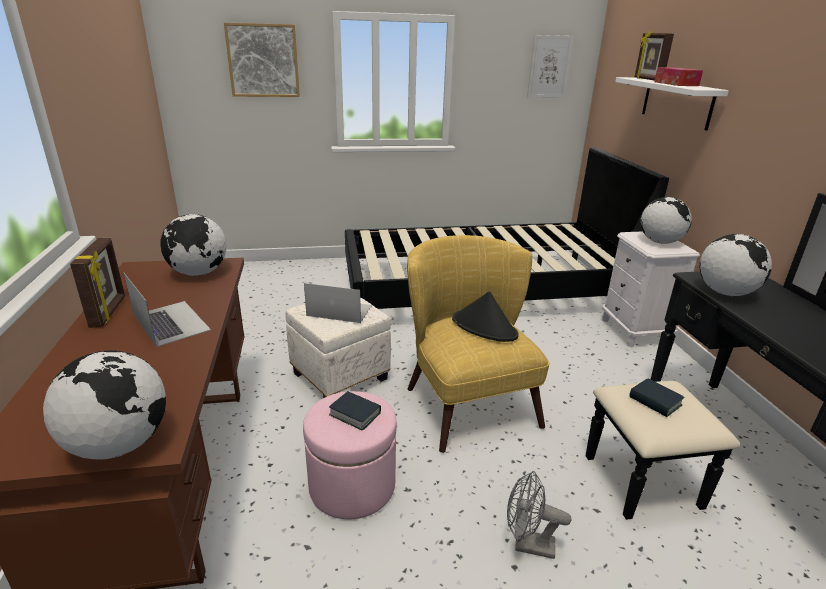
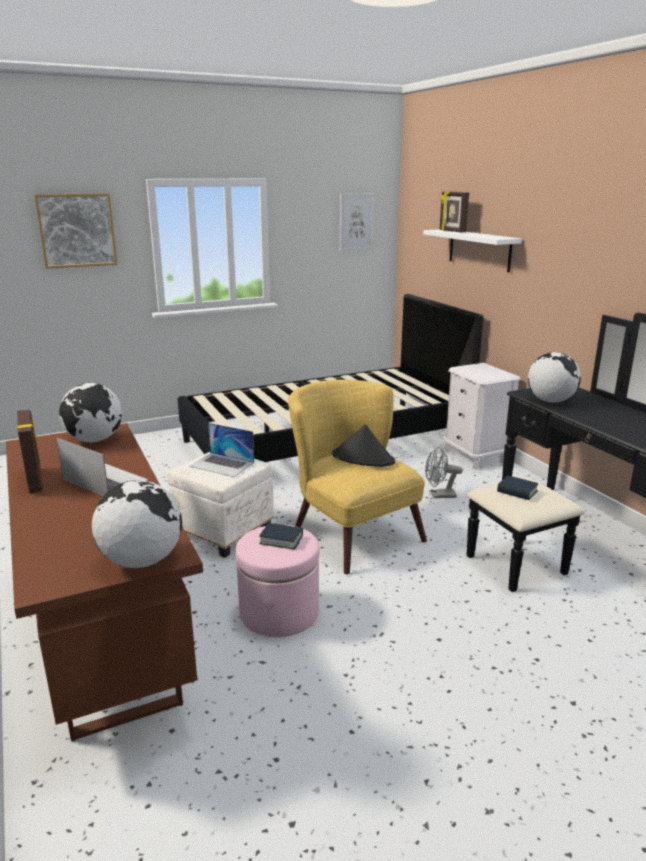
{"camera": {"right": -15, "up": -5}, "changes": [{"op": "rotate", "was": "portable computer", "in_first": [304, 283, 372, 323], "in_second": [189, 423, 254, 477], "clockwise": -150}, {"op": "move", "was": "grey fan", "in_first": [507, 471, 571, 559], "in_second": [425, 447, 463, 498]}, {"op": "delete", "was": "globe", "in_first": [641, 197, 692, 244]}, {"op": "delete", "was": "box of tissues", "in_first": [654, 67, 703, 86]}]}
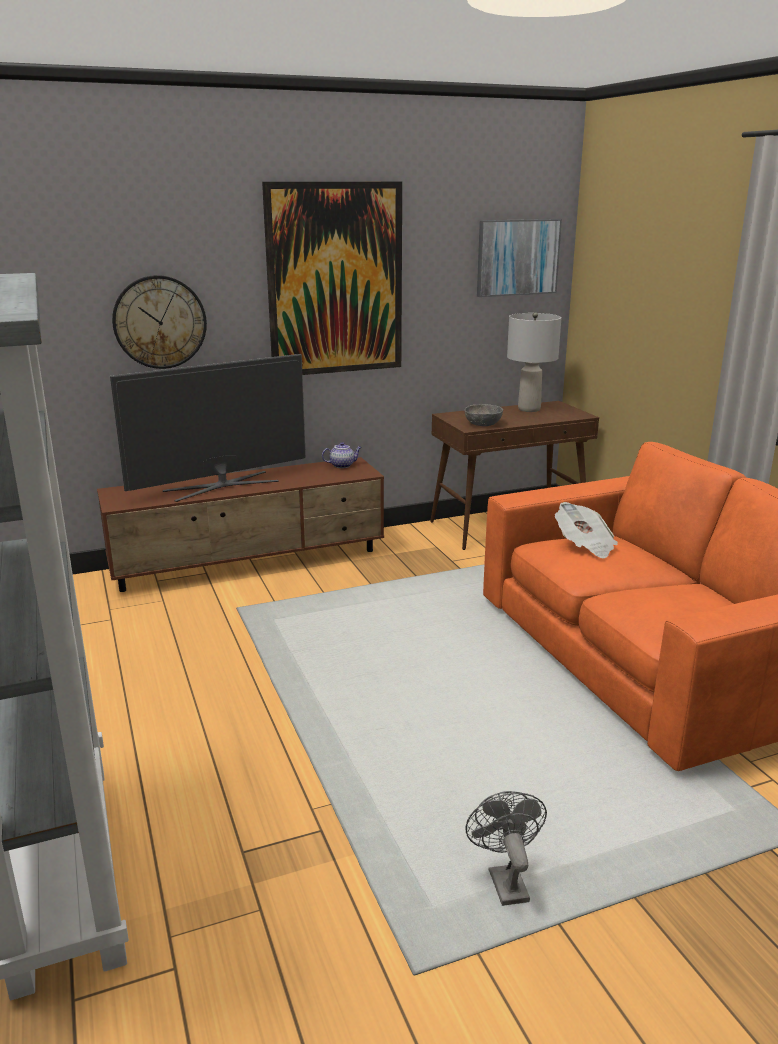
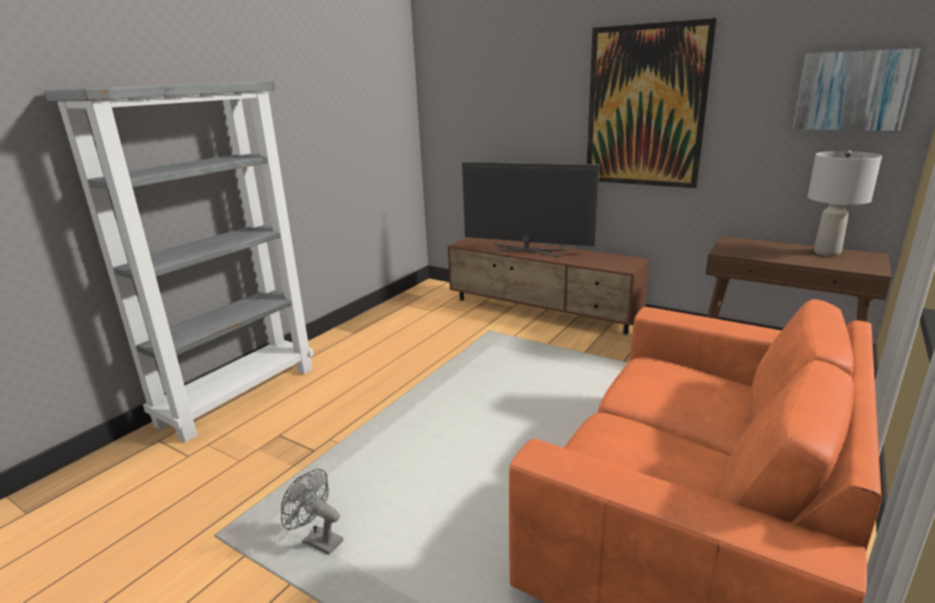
{"camera": {"right": 55, "up": 0}, "changes": [{"op": "rotate", "was": "grey fan", "in_first": [466, 791, 547, 906], "in_second": [281, 469, 343, 555], "clockwise": -105}, {"op": "delete", "was": "clock on the wall", "in_first": [112, 275, 207, 369]}, {"op": "delete", "was": "teapot", "in_first": [322, 442, 362, 468]}, {"op": "delete", "was": "grey bowl", "in_first": [464, 404, 503, 426]}, {"op": "delete", "was": "printed paper", "in_first": [555, 502, 618, 559]}]}
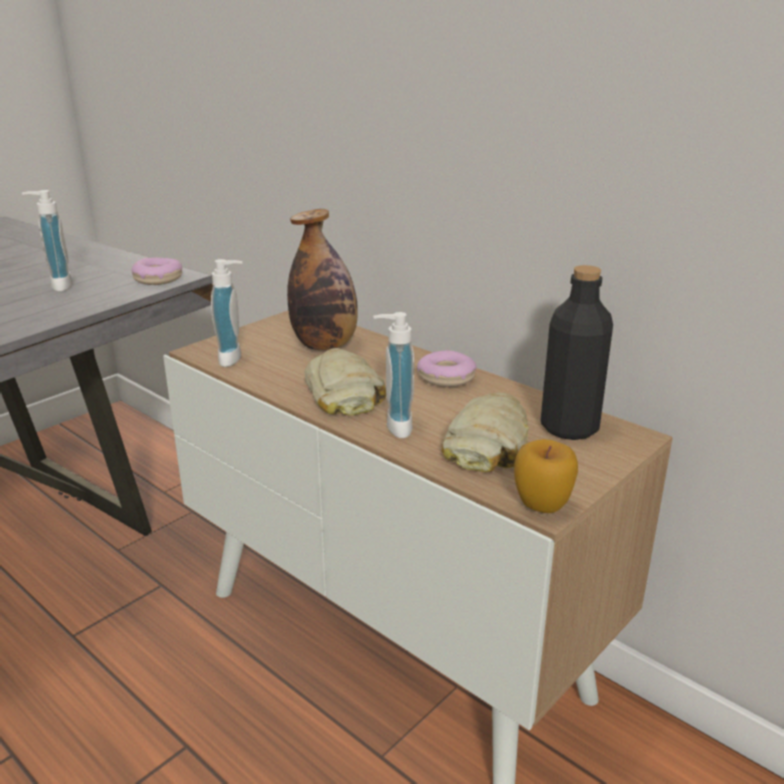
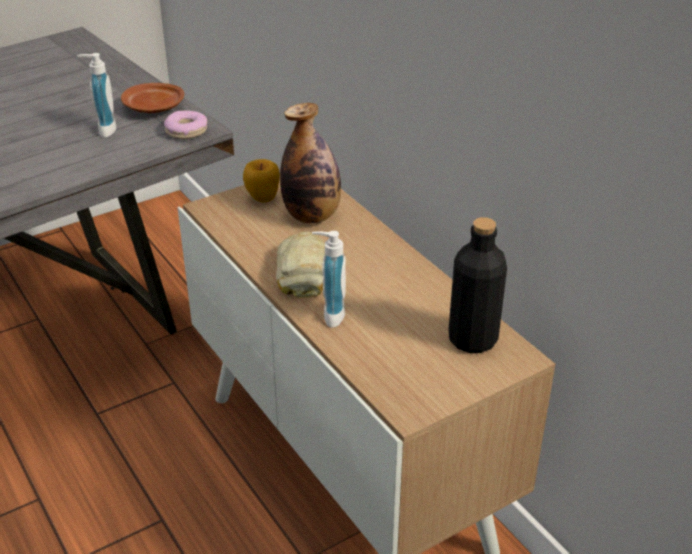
{"camera": {"right": 15, "up": 10}, "changes": [{"op": "insert", "now": "brownish dinner plate", "in_second": [121, 83, 184, 113]}, {"op": "move", "was": "apple", "in_first": [514, 439, 578, 513], "in_second": [243, 159, 280, 203]}, {"op": "delete", "was": "liquid soap bottle", "in_first": [211, 259, 243, 367]}, {"op": "delete", "was": "ring doughnut", "in_first": [417, 351, 476, 387]}, {"op": "delete", "was": "bakery bread", "in_first": [442, 392, 529, 472]}]}
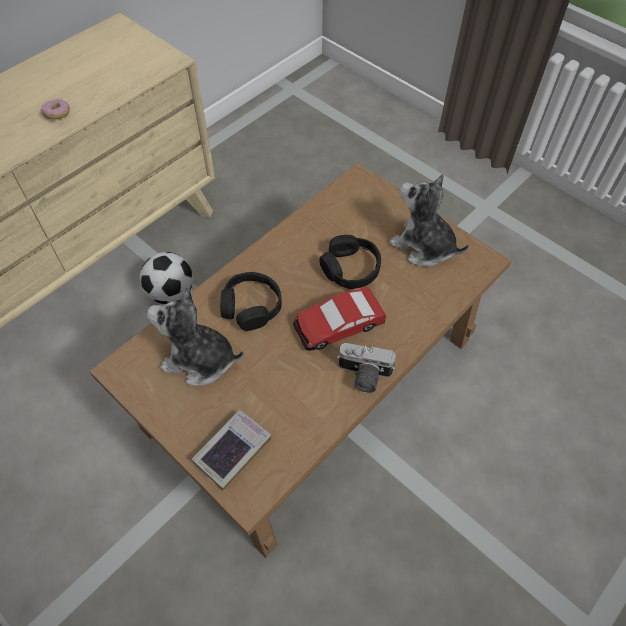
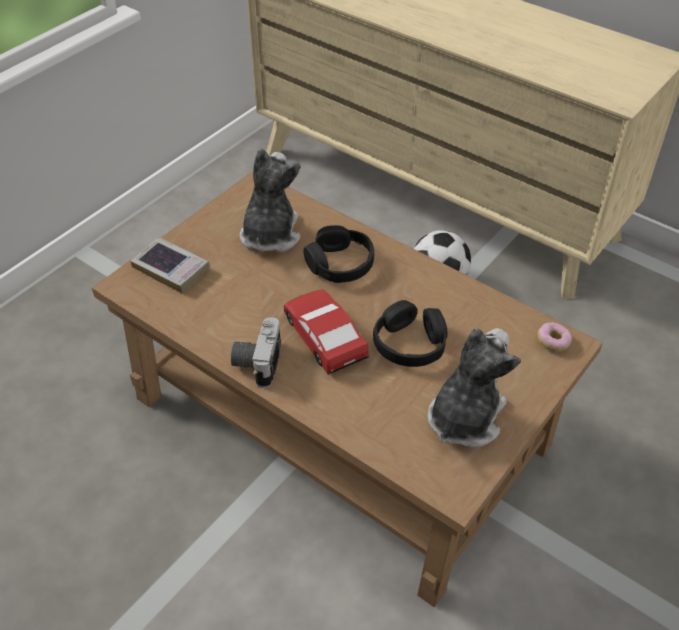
{"camera": {"right": 85, "up": -10}, "changes": [{"op": "move", "was": "ring doughnut", "in_first": [41, 99, 70, 120], "in_second": [538, 322, 572, 352]}]}
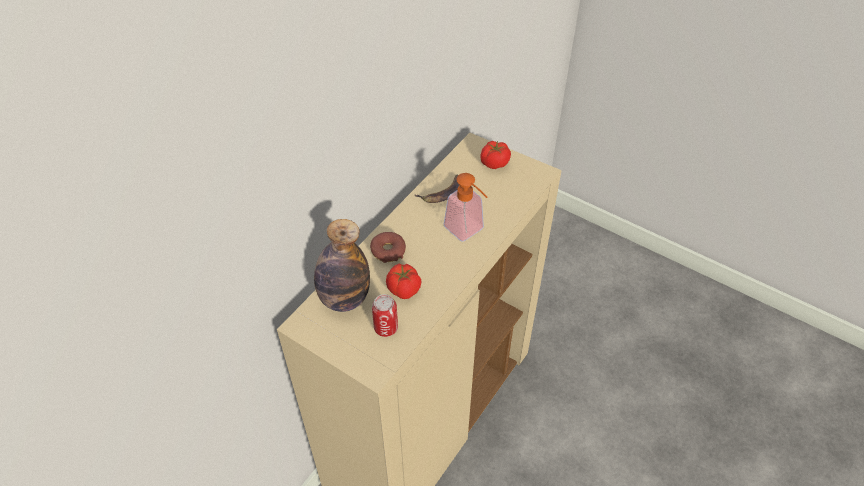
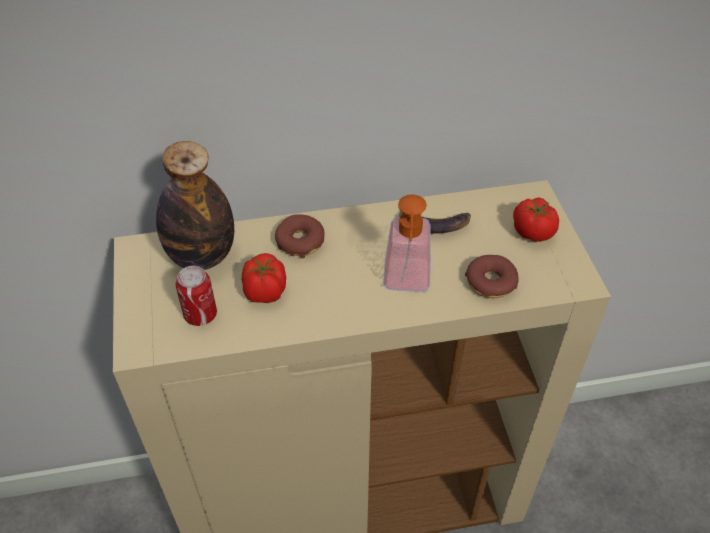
{"camera": {"right": 45, "up": 0}, "changes": [{"op": "insert", "now": "ring doughnut", "in_second": [465, 255, 519, 298]}]}
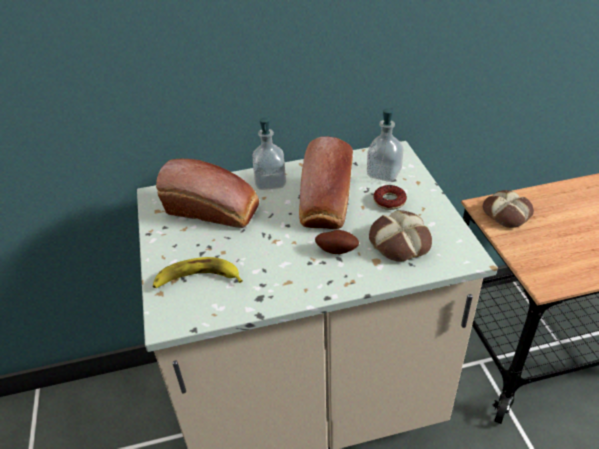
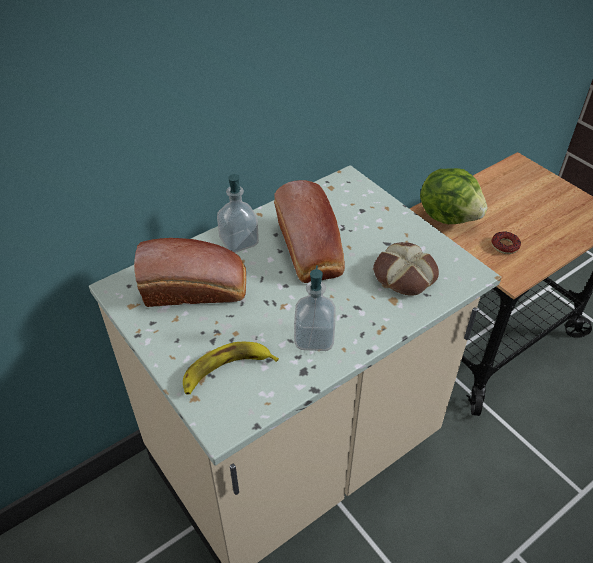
{"camera": {"right": -25, "up": 5}, "changes": [{"op": "move", "was": "liquid soap bottle", "in_first": [367, 108, 404, 182], "in_second": [294, 265, 336, 351]}, {"op": "replace", "was": "bakery bread", "now": "head of lettuce", "in_first": [483, 190, 534, 228], "in_second": [420, 168, 488, 224]}, {"op": "move", "was": "ring doughnut", "in_first": [373, 185, 407, 210], "in_second": [491, 232, 521, 254]}, {"op": "delete", "was": "spud", "in_first": [315, 230, 359, 254]}]}
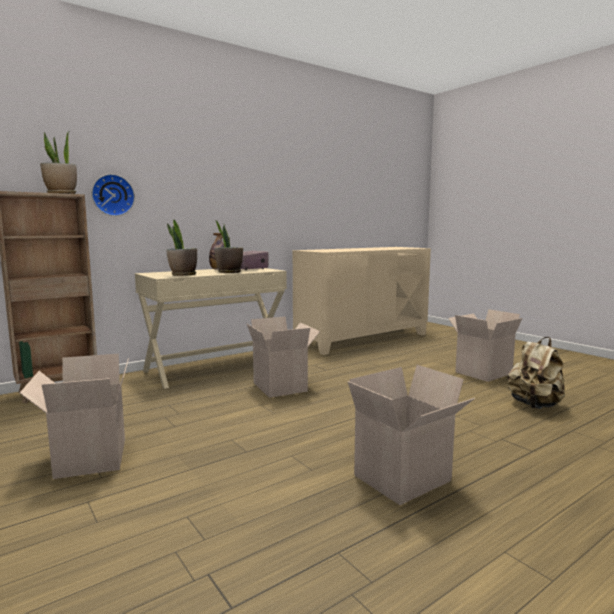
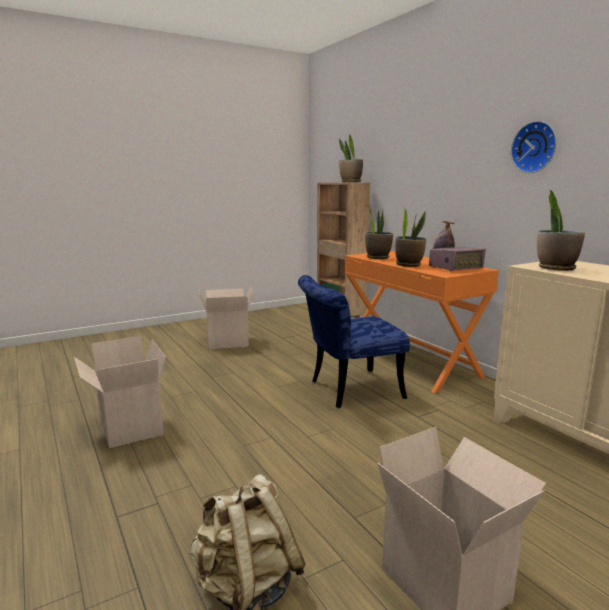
{"camera": {"right": 95, "up": 5}, "changes": [{"op": "replace", "was": "carton", "now": "blue-coloured chair", "in_first": [246, 316, 320, 398], "in_second": [298, 275, 410, 408]}, {"op": "recolor", "was": "sand-coloured desk", "now": "orange-coloured desk", "in_first": [135, 268, 287, 389], "in_second": [345, 251, 499, 393]}, {"op": "move", "was": "clock on the wall", "in_first": [92, 174, 135, 216], "in_second": [511, 121, 557, 173]}, {"op": "insert", "now": "houseplant", "in_second": [537, 190, 585, 271]}]}
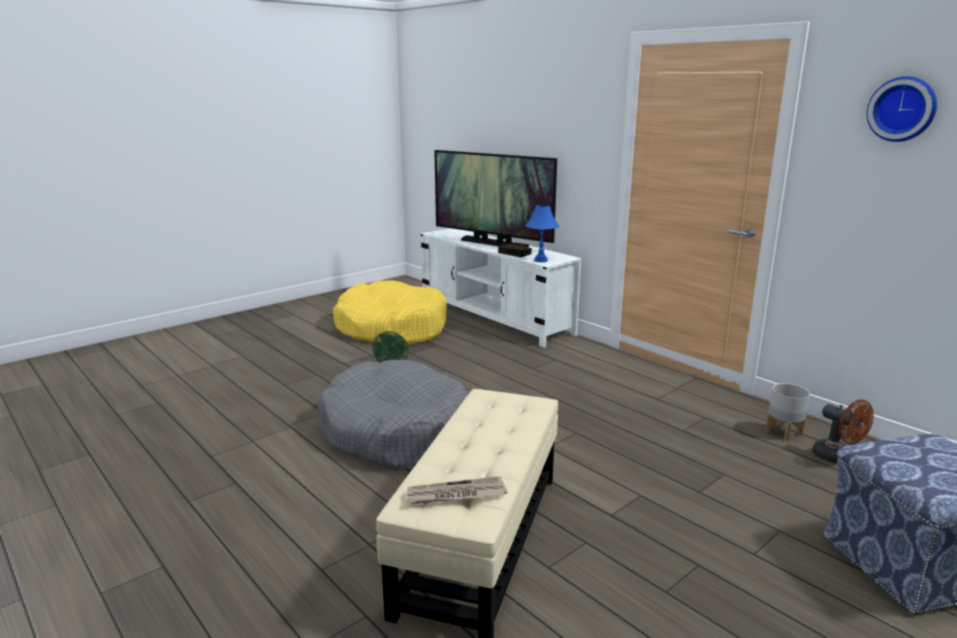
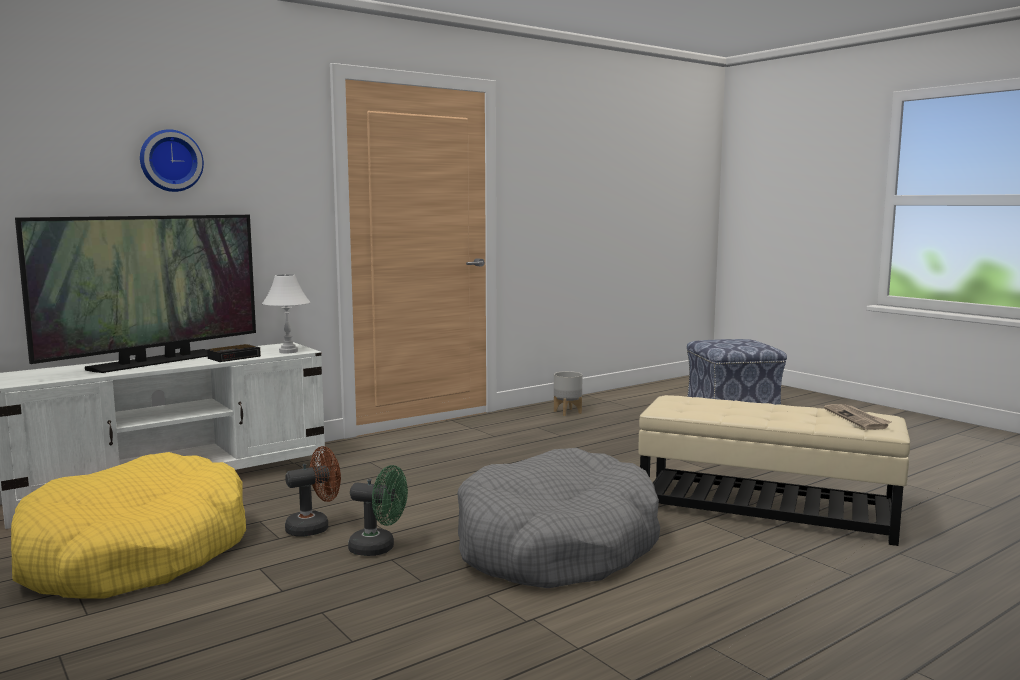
{"camera": {"right": -85, "up": -10}, "changes": [{"op": "move", "was": "clock on the wall", "in_first": [867, 76, 937, 142], "in_second": [140, 129, 204, 192]}, {"op": "recolor", "was": "blue-coloured table lamp", "now": "white table lamp", "in_first": [525, 205, 559, 262], "in_second": [262, 274, 310, 353]}, {"op": "move", "was": "brownish fan", "in_first": [812, 399, 874, 463], "in_second": [285, 446, 341, 536]}]}
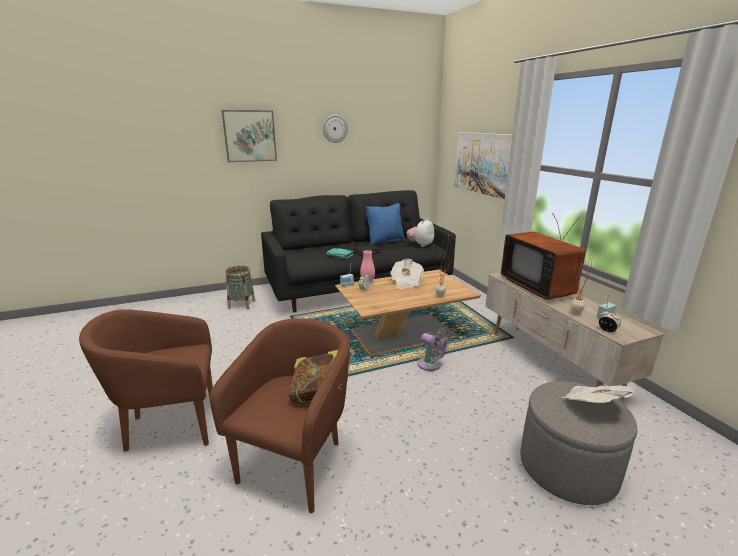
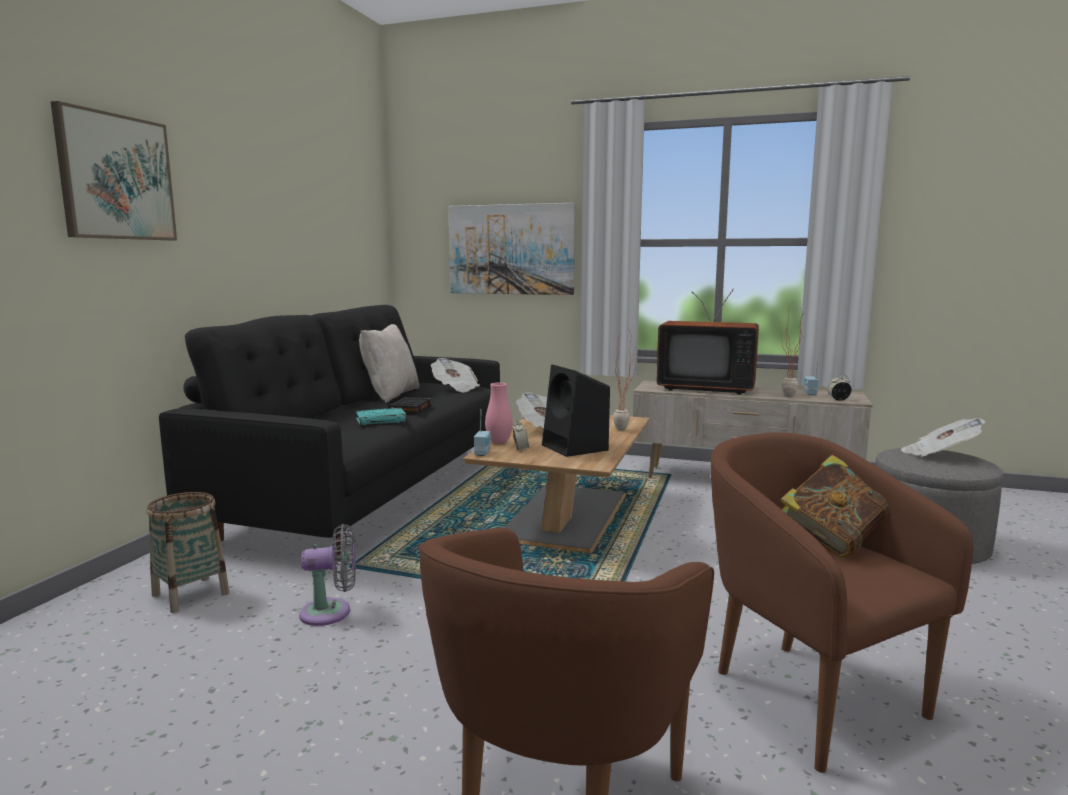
{"camera": {"right": -50, "up": -10}, "changes": [{"op": "move", "was": "grey fan", "in_first": [417, 328, 450, 371], "in_second": [299, 524, 356, 626]}, {"op": "recolor", "was": "blue-coloured throw pillow", "now": "sand-coloured throw pillow", "in_first": [366, 203, 405, 246], "in_second": [359, 324, 419, 403]}, {"op": "replace", "was": "soft toy", "now": "printed paper", "in_first": [407, 219, 434, 247], "in_second": [430, 358, 480, 393]}, {"op": "insert", "now": "black loudspeaker", "in_second": [542, 364, 610, 457]}, {"op": "delete", "was": "clock on the wall", "in_first": [323, 114, 348, 143]}]}
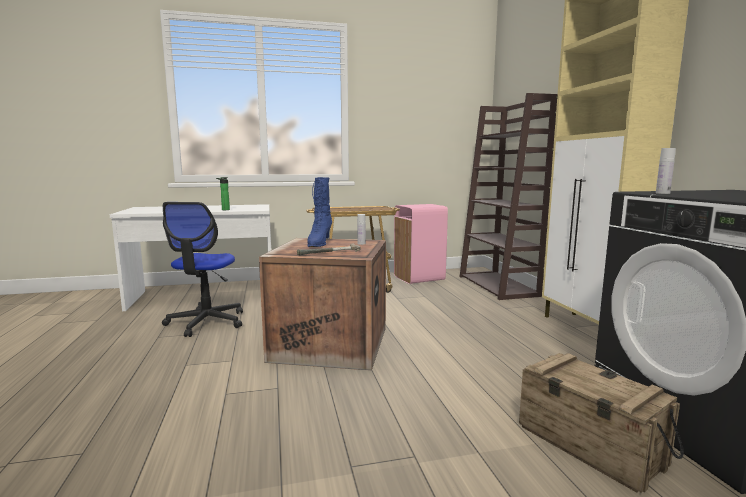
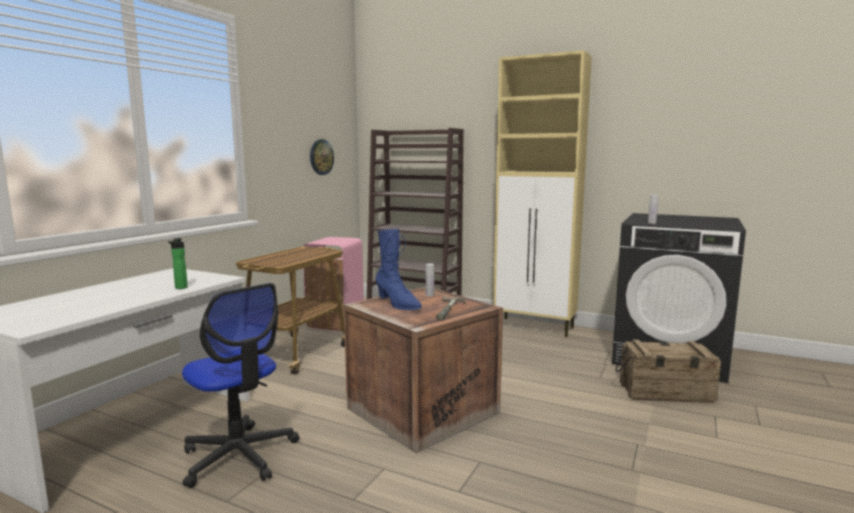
{"camera": {"right": -50, "up": 0}, "changes": [{"op": "insert", "now": "clock on the wall", "in_second": [310, 139, 334, 175]}]}
